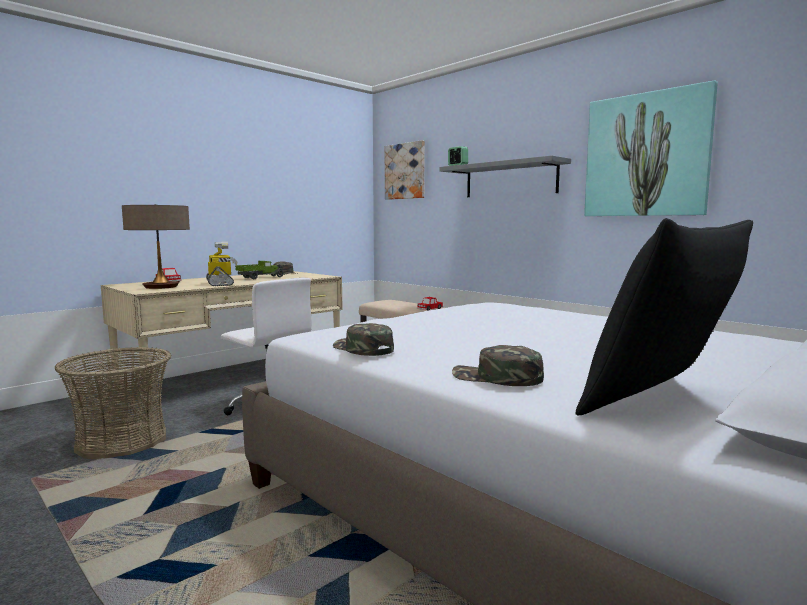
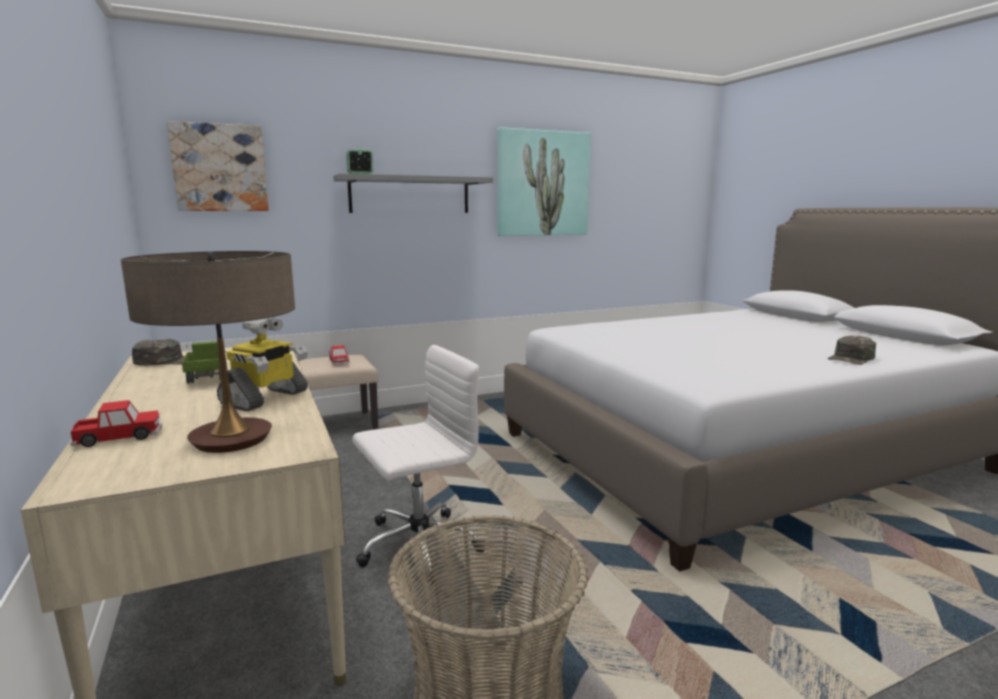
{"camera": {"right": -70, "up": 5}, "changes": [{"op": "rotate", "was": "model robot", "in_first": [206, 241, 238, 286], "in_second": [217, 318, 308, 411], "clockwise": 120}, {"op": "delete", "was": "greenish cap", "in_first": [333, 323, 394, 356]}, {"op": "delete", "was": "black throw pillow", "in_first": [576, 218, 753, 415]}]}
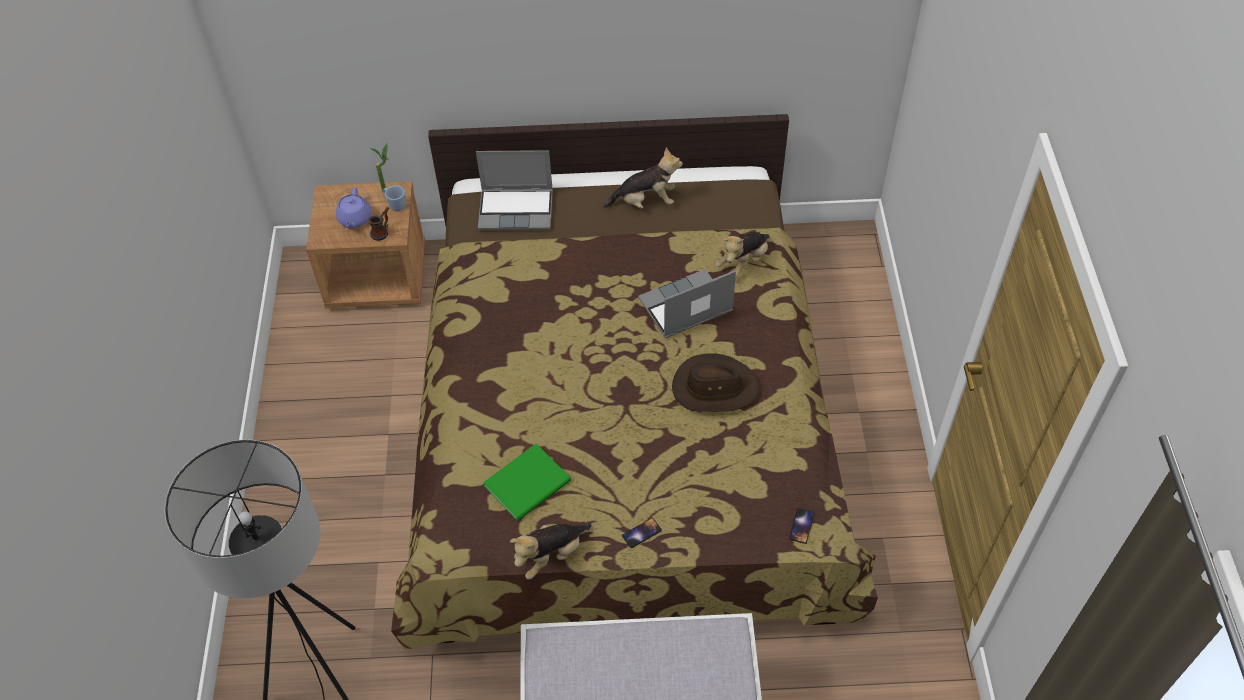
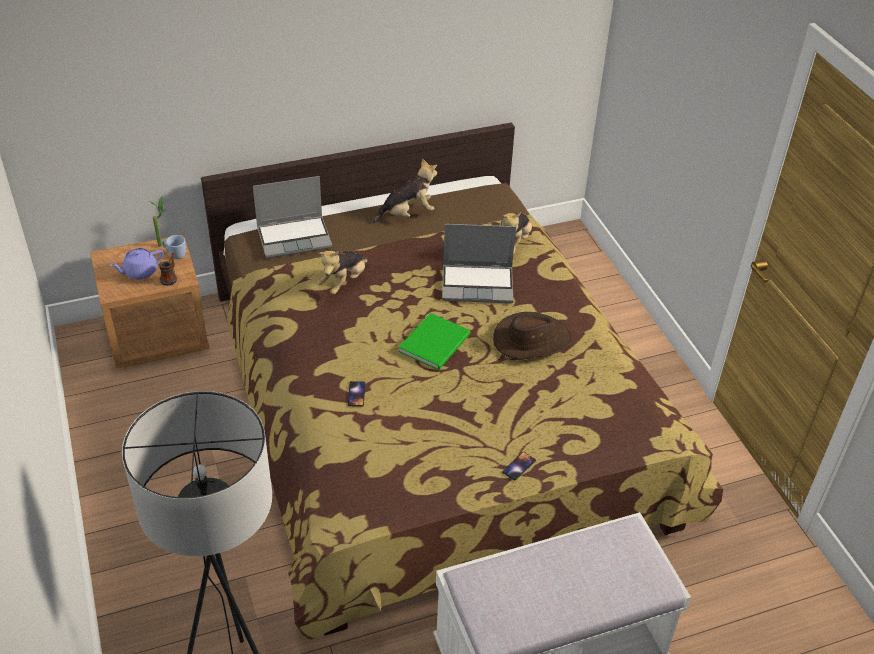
{"camera": {"right": -20, "up": -10}, "changes": [{"op": "rotate", "was": "purple-coloured teapot", "in_first": [336, 187, 372, 229], "in_second": [110, 248, 163, 280], "clockwise": 75}, {"op": "move", "was": "soft toy", "in_first": [510, 522, 591, 580], "in_second": [317, 250, 368, 295]}, {"op": "move", "was": "phone", "in_first": [789, 508, 814, 544], "in_second": [348, 381, 365, 407]}, {"op": "move", "was": "greenish book", "in_first": [483, 443, 571, 521], "in_second": [399, 313, 471, 370]}, {"op": "rotate", "was": "portable computer", "in_first": [638, 269, 736, 338], "in_second": [442, 224, 516, 303], "clockwise": -135}]}
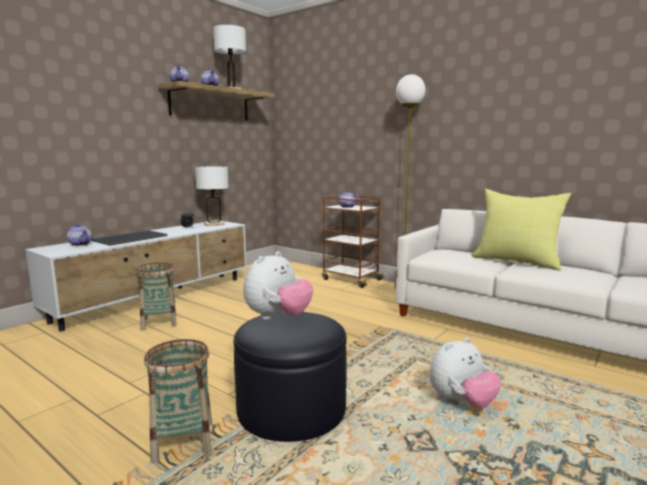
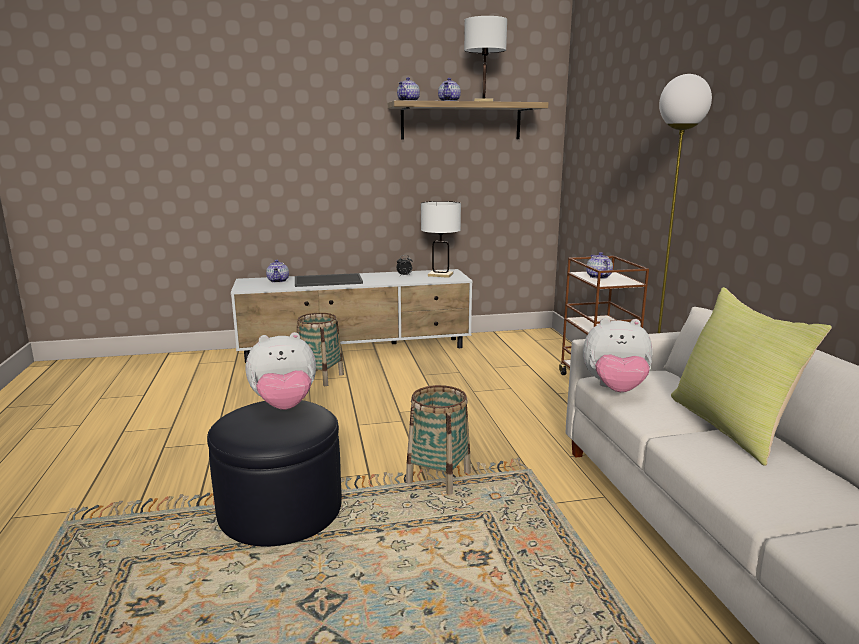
{"camera": {"right": 40, "up": 5}, "changes": [{"op": "move", "was": "basket", "in_first": [144, 339, 212, 464], "in_second": [406, 385, 471, 495]}, {"op": "move", "was": "soft toy", "in_first": [429, 337, 501, 408], "in_second": [583, 318, 653, 392]}]}
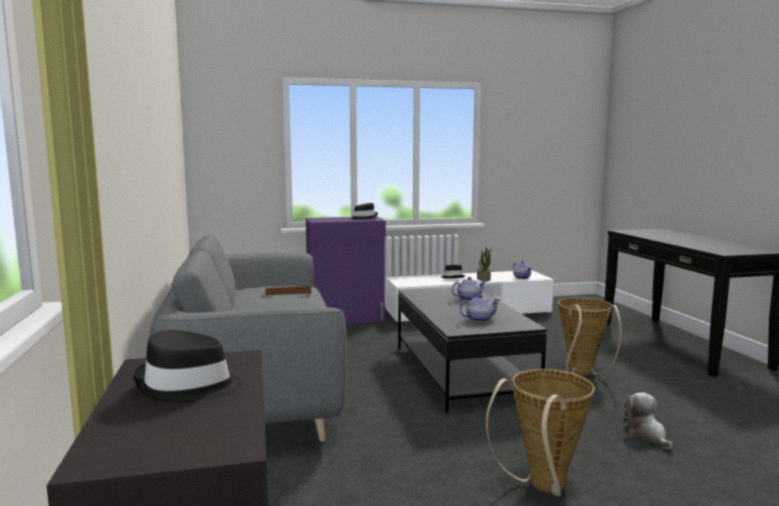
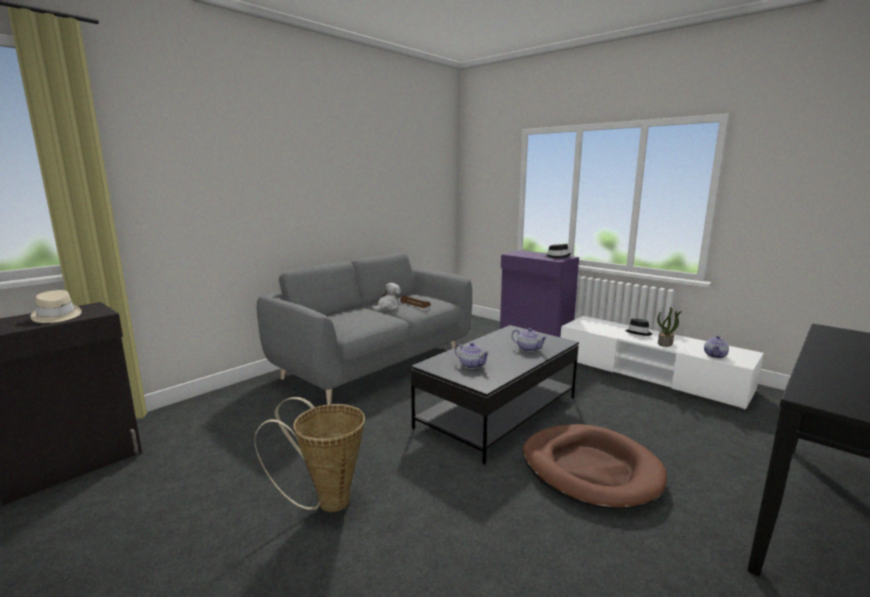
{"camera": {"right": 55, "up": 5}, "changes": [{"op": "recolor", "was": "black clothing hat", "now": "sand-coloured clothing hat", "in_first": [133, 330, 243, 402], "in_second": [30, 290, 82, 323]}, {"op": "move", "was": "soft toy", "in_first": [623, 393, 673, 450], "in_second": [372, 283, 401, 311]}, {"op": "replace", "was": "basket", "now": "brownish pet bed", "in_first": [558, 297, 622, 376], "in_second": [523, 424, 667, 510]}]}
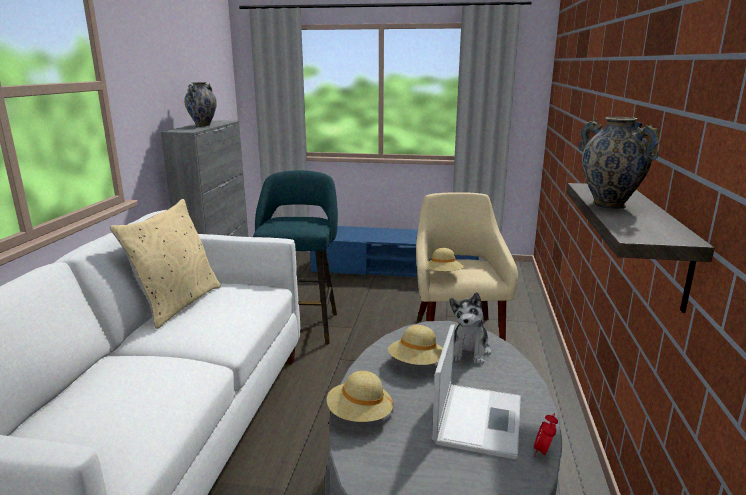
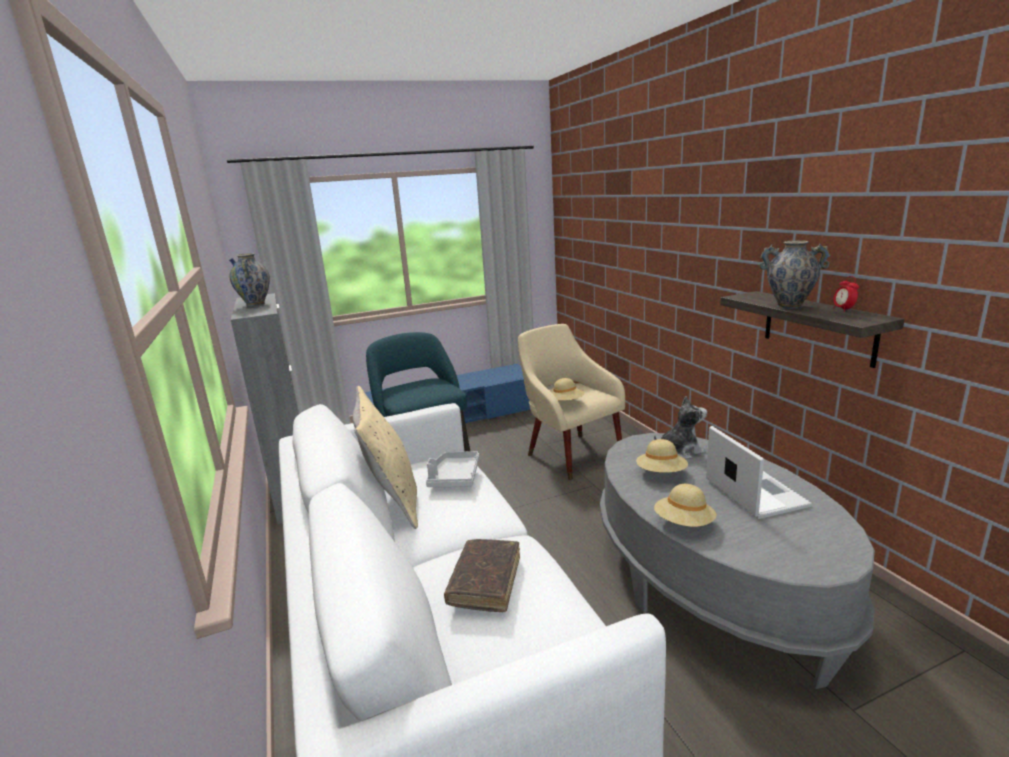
{"camera": {"right": -30, "up": 0}, "changes": [{"op": "insert", "now": "grey serving tray", "in_second": [426, 451, 479, 487]}, {"op": "insert", "now": "brownish book", "in_second": [444, 539, 520, 612]}, {"op": "rotate", "was": "soft toy", "in_first": [450, 292, 491, 365], "in_second": [654, 396, 707, 459], "clockwise": -90}, {"op": "move", "was": "table clock", "in_first": [534, 413, 558, 457], "in_second": [833, 276, 859, 312]}]}
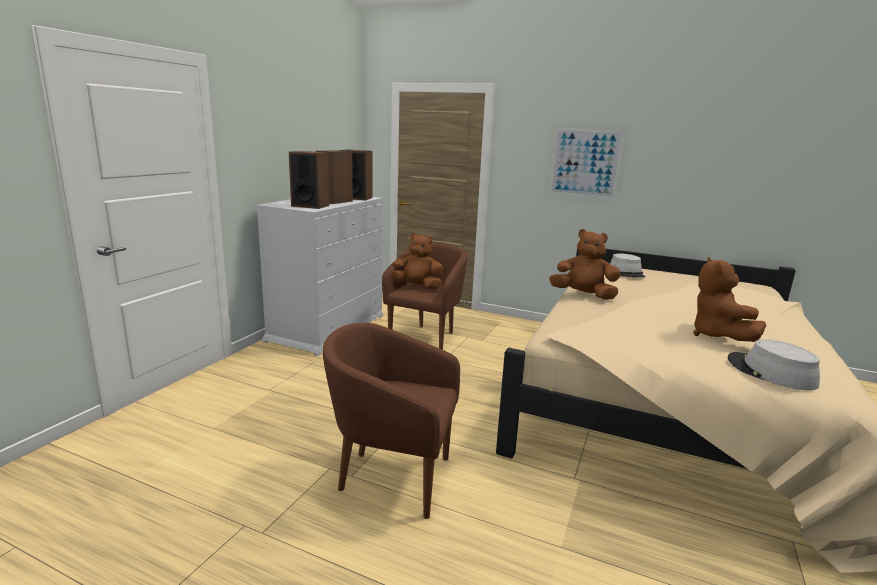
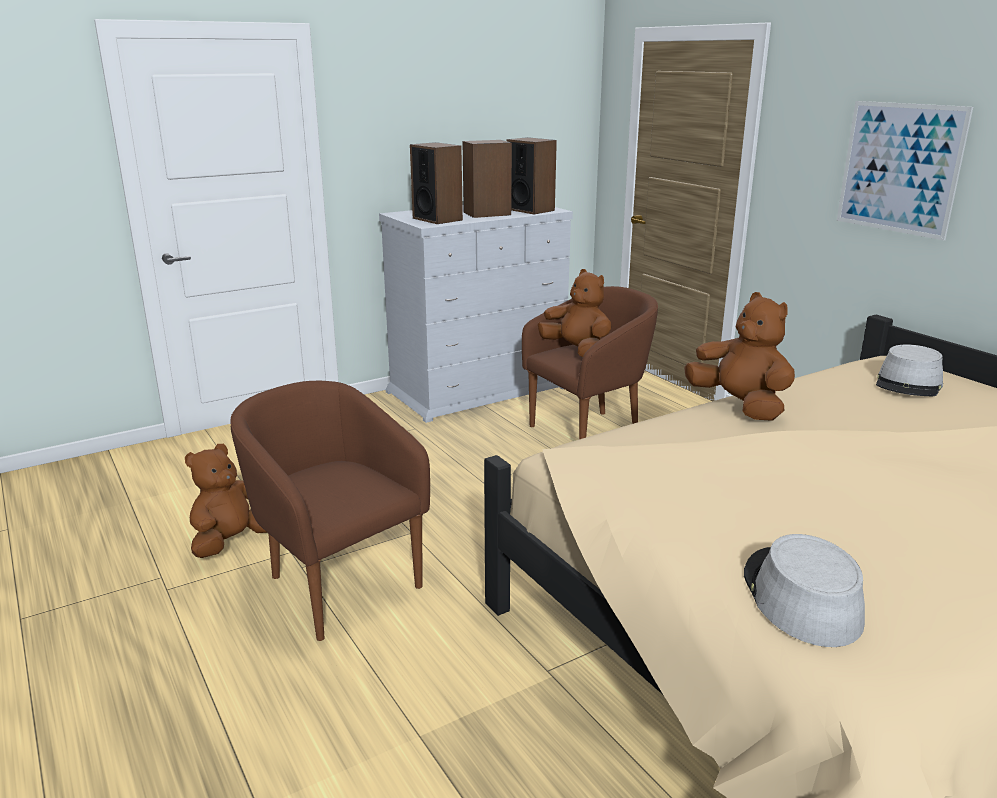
{"camera": {"right": 35, "up": 5}, "changes": [{"op": "move", "was": "brownish soft toy", "in_first": [693, 257, 766, 342], "in_second": [185, 444, 267, 558]}]}
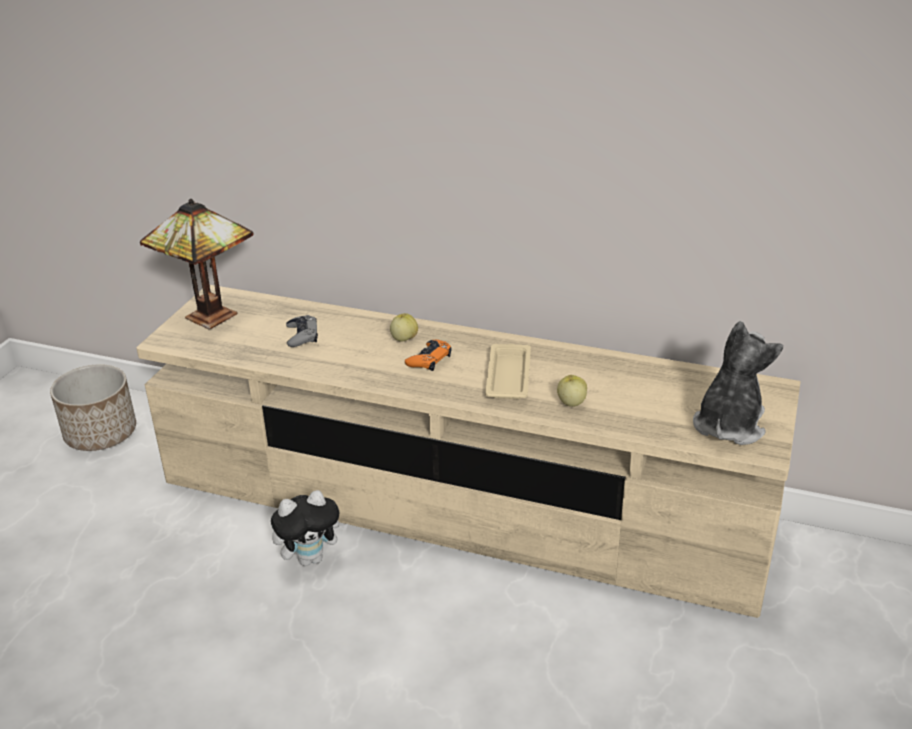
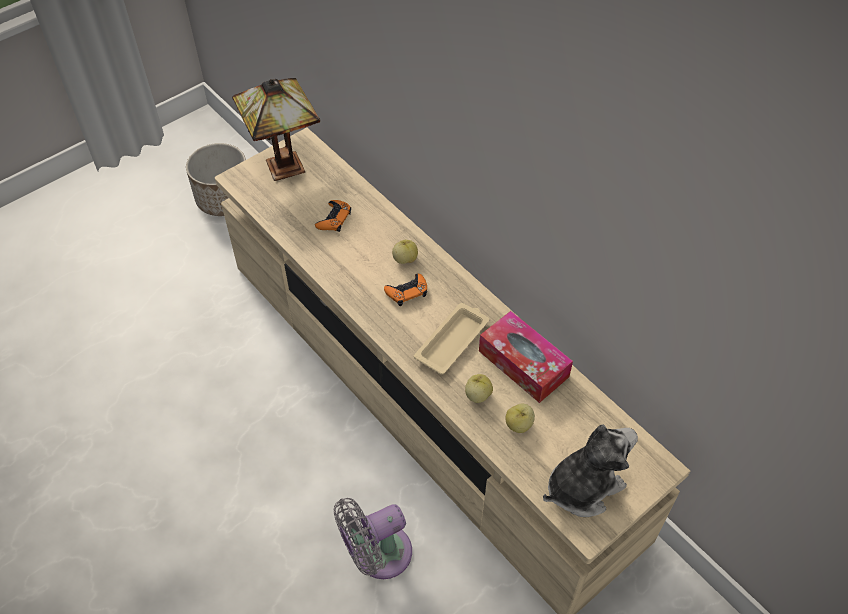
{"camera": {"right": 30, "up": 20}, "changes": [{"op": "recolor", "was": "grey gamepad", "now": "orange-coloured gamepad", "in_first": [286, 315, 318, 347], "in_second": [315, 200, 351, 232]}, {"op": "insert", "now": "grey fan", "in_second": [334, 498, 412, 579]}, {"op": "insert", "now": "box of tissues", "in_second": [479, 311, 573, 403]}, {"op": "insert", "now": "apple", "in_second": [505, 404, 535, 433]}, {"op": "delete", "was": "soft toy", "in_first": [271, 490, 348, 566]}]}
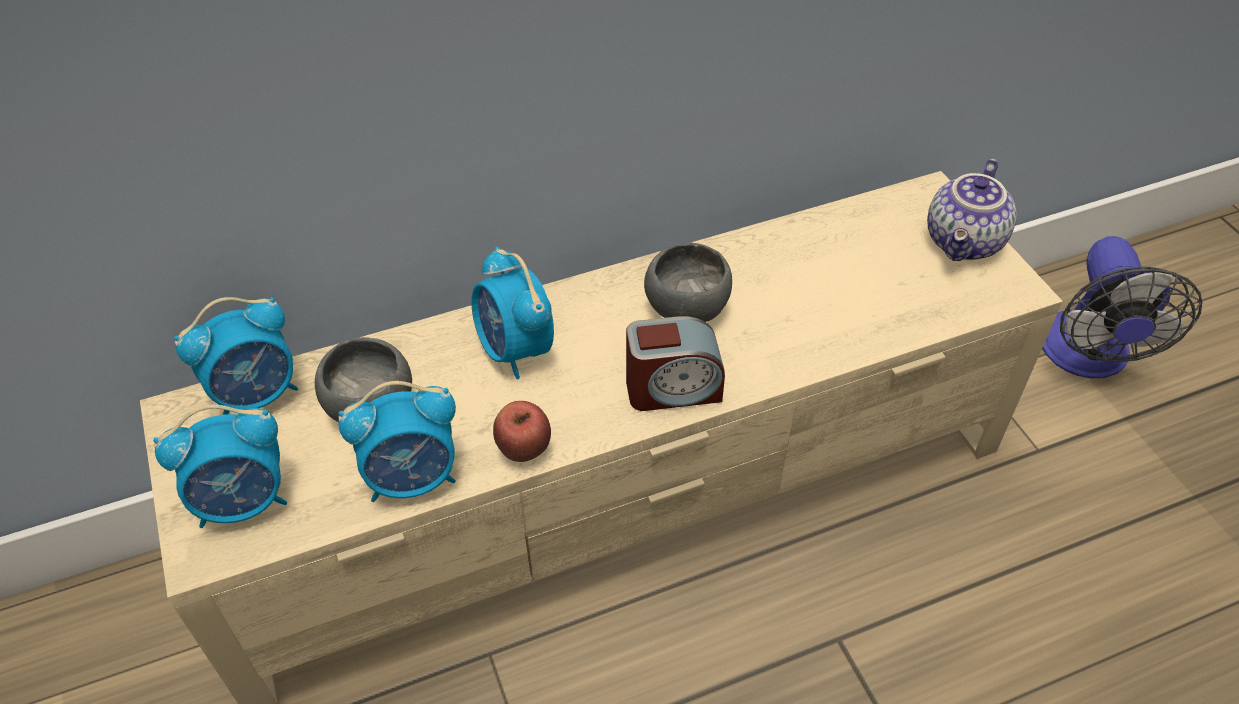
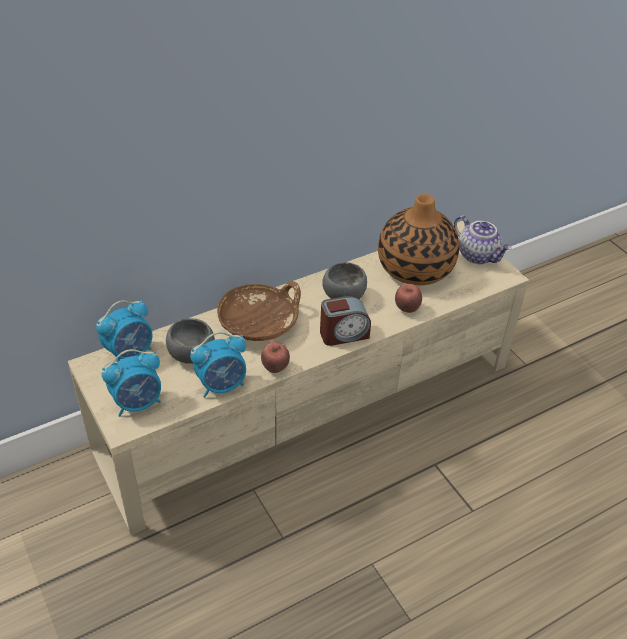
{"camera": {"right": -10, "up": -5}, "changes": [{"op": "replace", "was": "table clock", "now": "brownish bowl", "in_first": [471, 246, 554, 379], "in_second": [217, 281, 301, 341]}, {"op": "insert", "now": "flower vase", "in_second": [378, 194, 459, 285]}, {"op": "insert", "now": "apple", "in_second": [395, 284, 422, 313]}, {"op": "rotate", "was": "teapot", "in_first": [927, 158, 1016, 261], "in_second": [454, 215, 512, 264], "clockwise": -60}, {"op": "delete", "was": "fan", "in_first": [1042, 236, 1202, 379]}]}
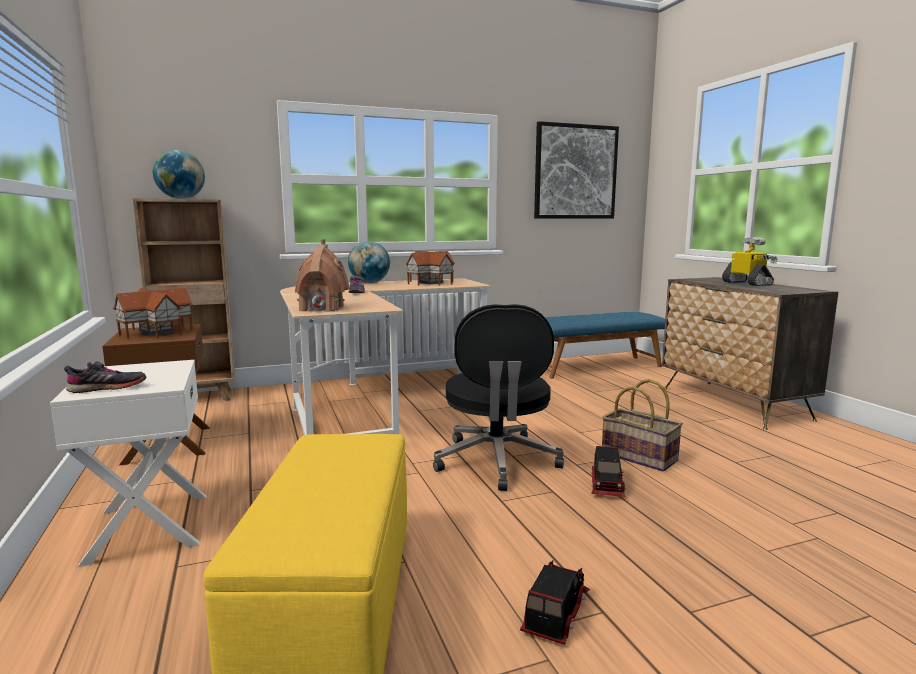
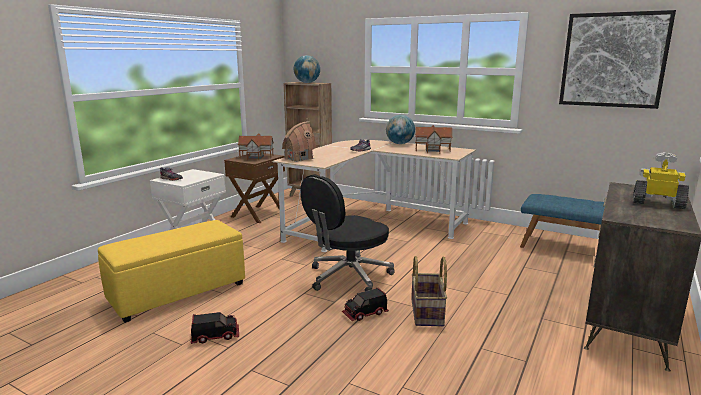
{"camera": {"right": 50, "up": 5}, "changes": [{"op": "rotate", "was": "model robot", "in_first": [722, 237, 778, 286], "in_second": [633, 152, 689, 209], "clockwise": -90}]}
